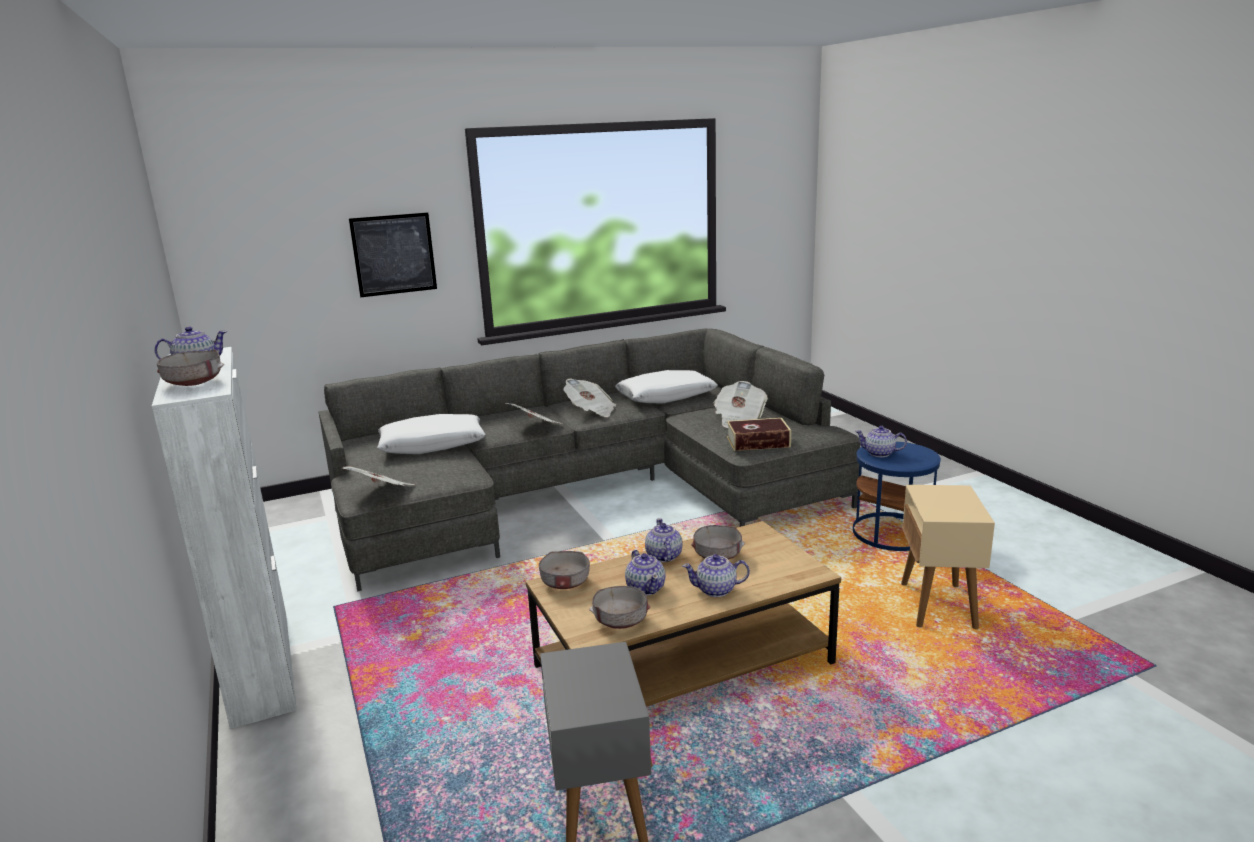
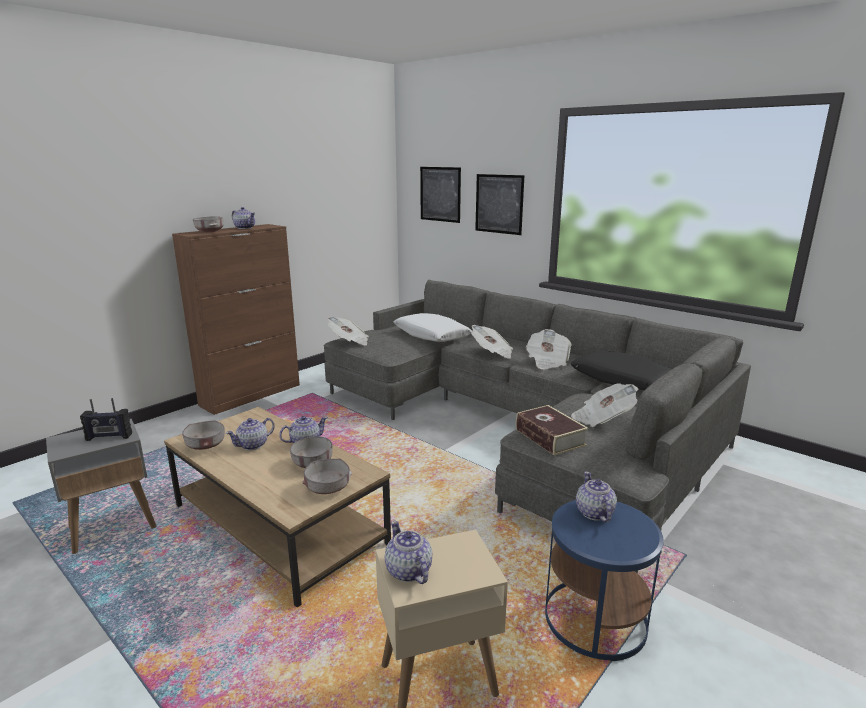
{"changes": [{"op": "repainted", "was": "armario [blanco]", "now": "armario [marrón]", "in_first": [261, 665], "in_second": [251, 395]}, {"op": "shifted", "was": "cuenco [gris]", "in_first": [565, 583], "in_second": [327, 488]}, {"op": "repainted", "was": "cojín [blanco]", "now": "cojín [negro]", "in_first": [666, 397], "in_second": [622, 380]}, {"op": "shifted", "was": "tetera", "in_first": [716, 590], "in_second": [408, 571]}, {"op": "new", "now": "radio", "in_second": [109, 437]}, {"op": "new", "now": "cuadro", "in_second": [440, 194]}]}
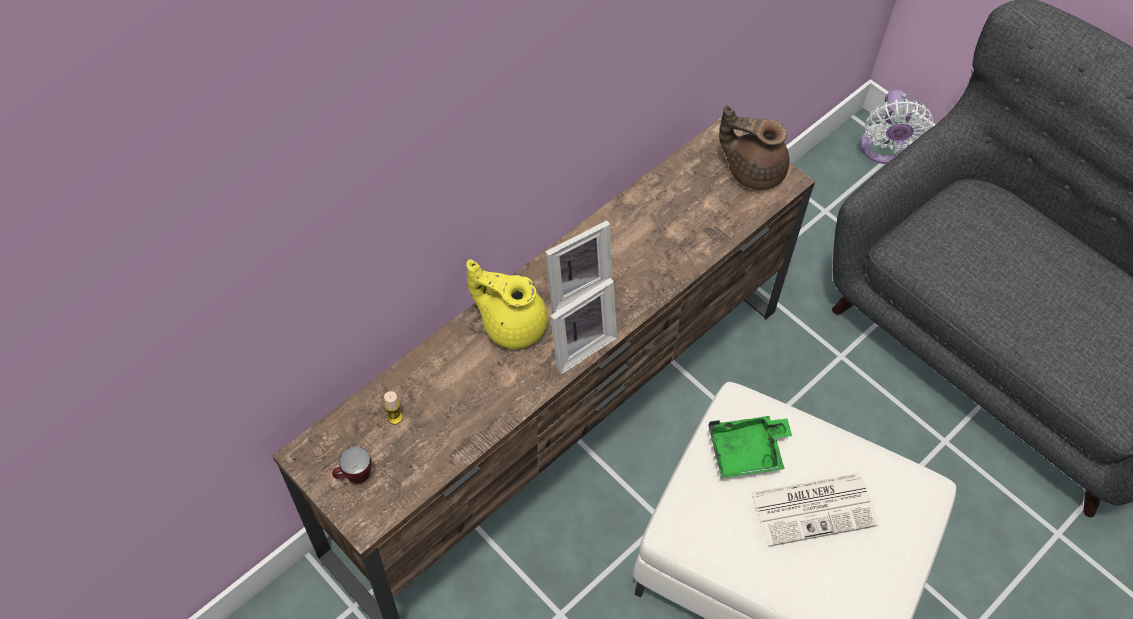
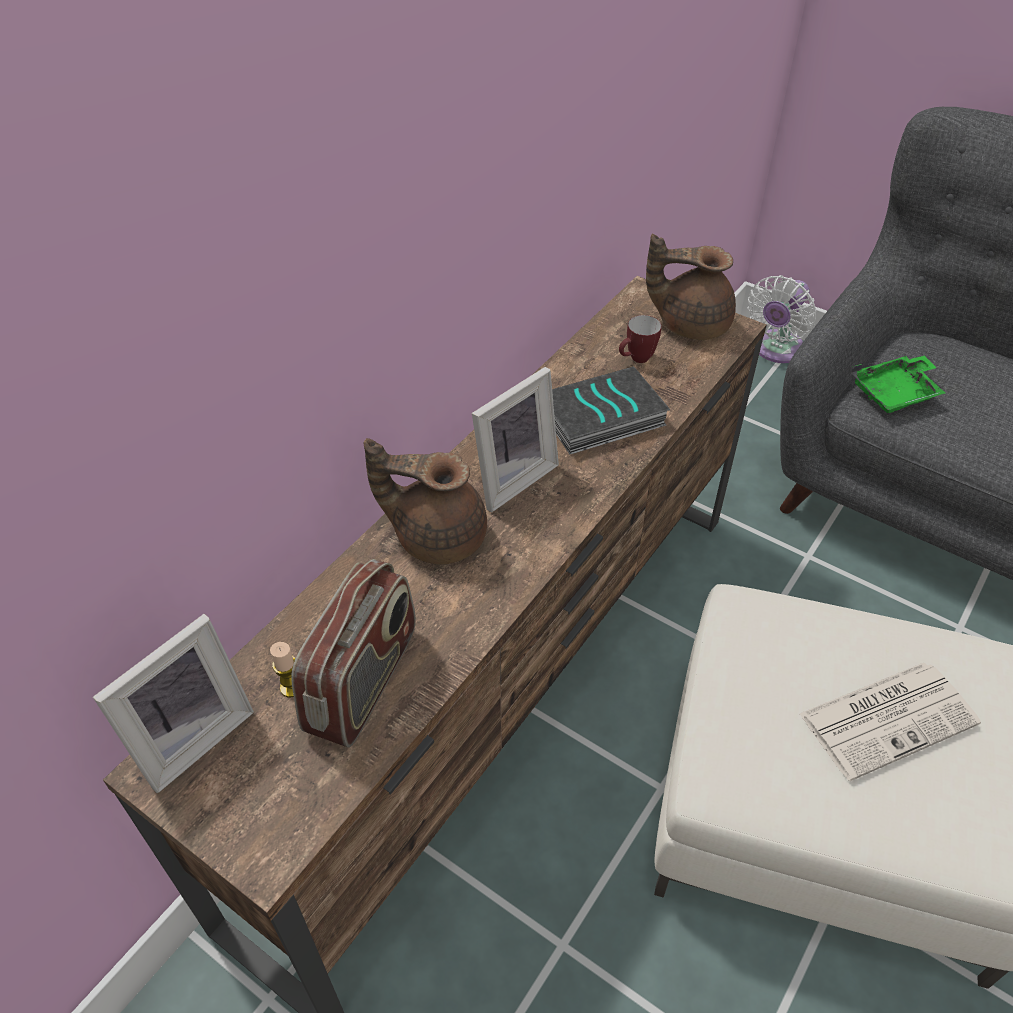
{"changes": [{"op": "shifted", "was": "taza grande", "in_first": [355, 478], "in_second": [636, 360]}, {"op": "repainted", "was": "tetera [amarillo]", "now": "tetera [marrón]", "in_first": [511, 324], "in_second": [436, 535]}, {"op": "shifted", "was": "portarretratos", "in_first": [579, 345], "in_second": [191, 736]}, {"op": "shifted", "was": "bandeja [verde]", "in_first": [747, 452], "in_second": [895, 393]}, {"op": "rotated", "was": "ventilador [blanco]", "in_first": [883, 150], "in_second": [775, 350], "clockwise": 45}, {"op": "new", "now": "radio", "in_second": [364, 681]}, {"op": "new", "now": "libro", "in_second": [601, 419]}]}
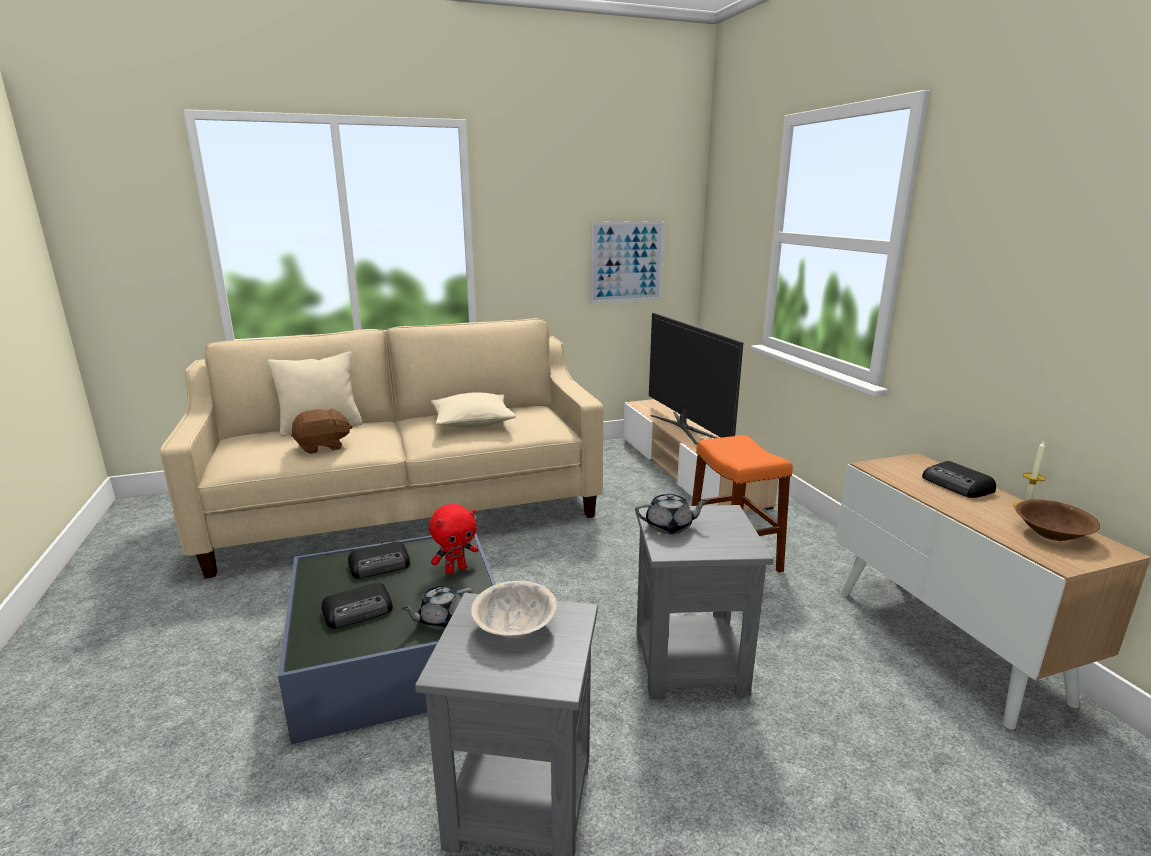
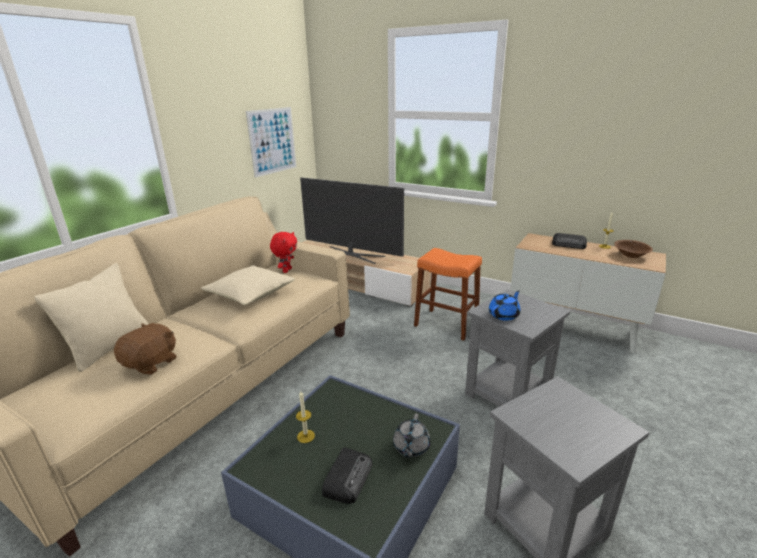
{"changes": [{"op": "swapped", "was": "radio", "now": "vela", "in_first": [381, 565], "in_second": [306, 436]}, {"op": "shifted", "was": "peluche [rojo]", "in_first": [456, 569], "in_second": [286, 270]}, {"op": "gone", "was": "cuenco [beis]", "in_first": [515, 627]}, {"op": "repainted", "was": "tetera [gris]", "now": "tetera [azul]", "in_first": [669, 527], "in_second": [504, 315]}]}
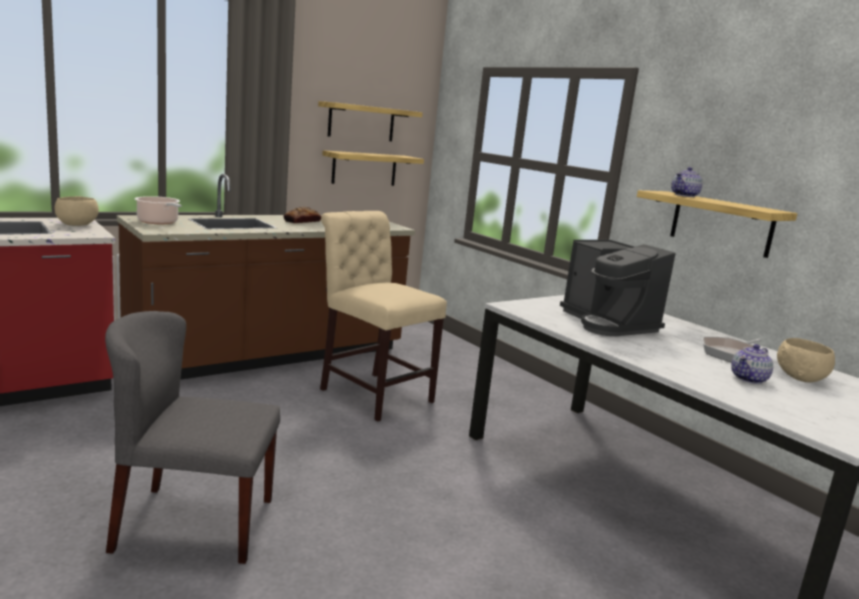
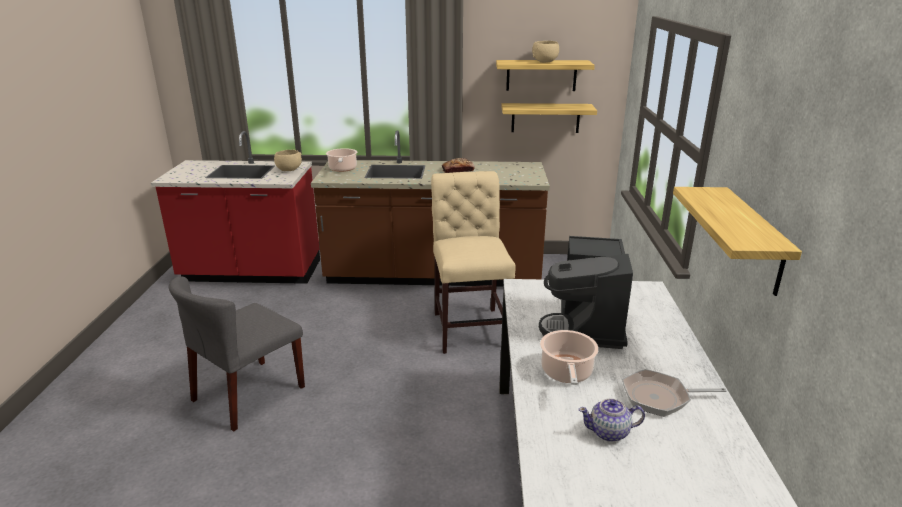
{"changes": [{"op": "rotated", "was": "silla [gris]", "in_first": [194, 524], "in_second": [248, 394], "clockwise": -90}, {"op": "gone", "was": "tetera", "in_first": [685, 195]}, {"op": "shifted", "was": "cuenco [beis]", "in_first": [801, 378], "in_second": [545, 62]}, {"op": "new", "now": "olla", "in_second": [566, 373]}]}
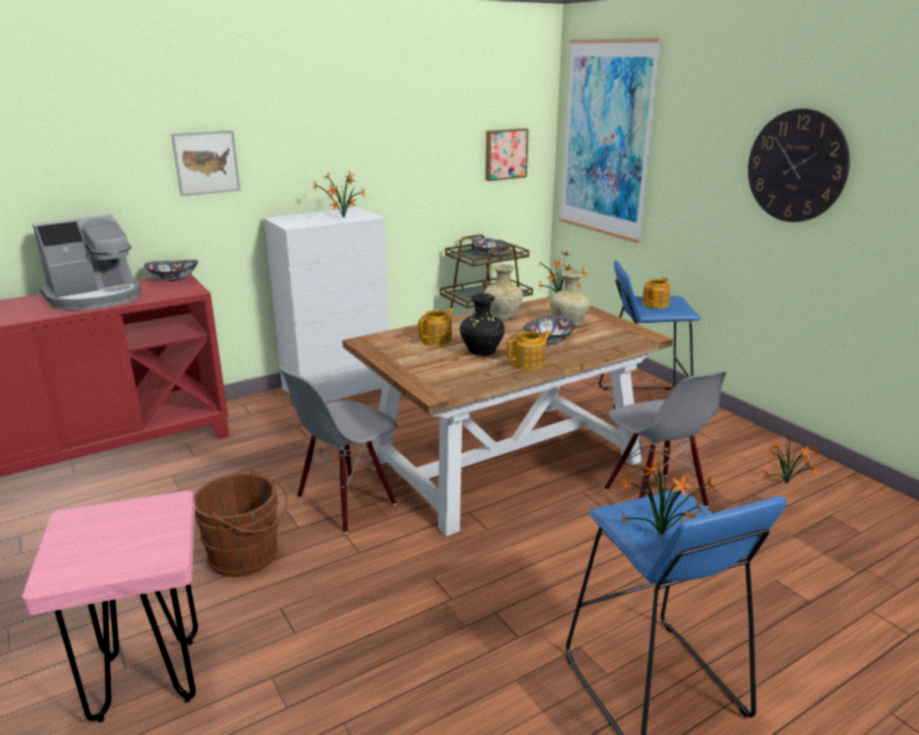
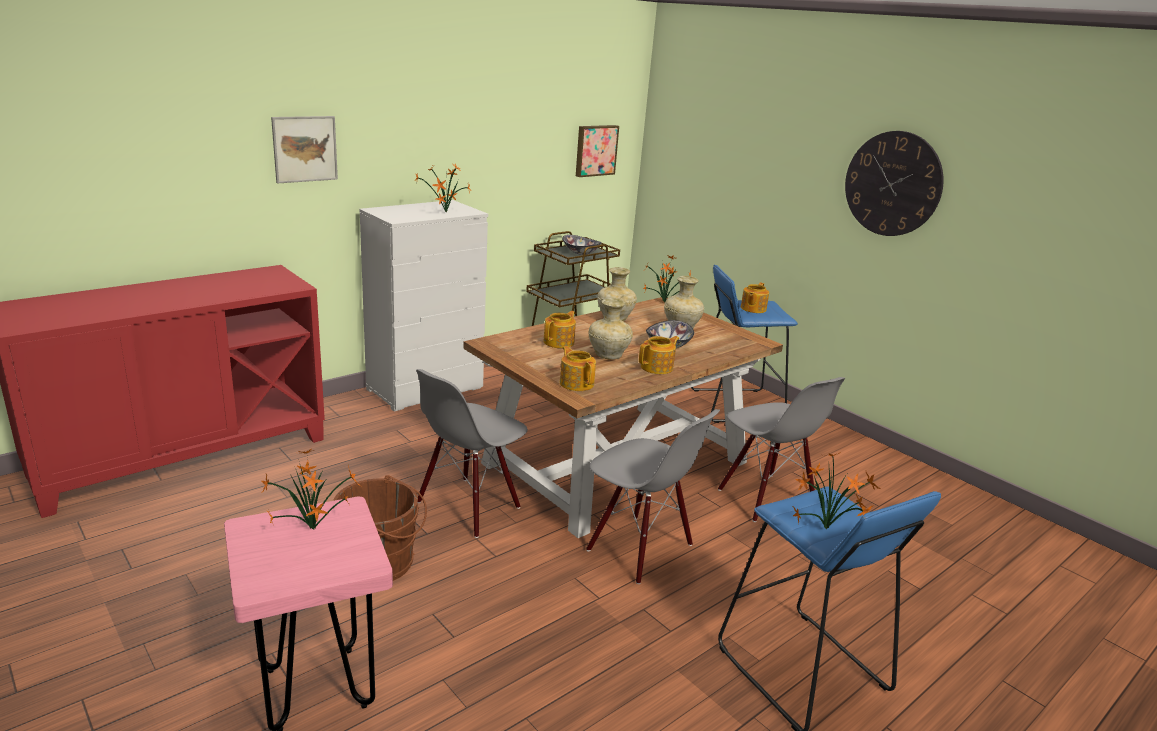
{"changes": [{"op": "gone", "was": "cafetera", "in_first": [95, 297]}, {"op": "gone", "was": "cuenco", "in_first": [174, 279]}, {"op": "repainted", "was": "florero [negro]", "now": "florero [beis]", "in_first": [482, 352], "in_second": [608, 356]}, {"op": "gone", "was": "cuadro", "in_first": [606, 139]}, {"op": "shifted", "was": "planta en maceta", "in_first": [787, 484], "in_second": [316, 530]}, {"op": "new", "now": "tetera", "in_second": [576, 383]}, {"op": "new", "now": "silla [gris]", "in_second": [639, 548]}]}
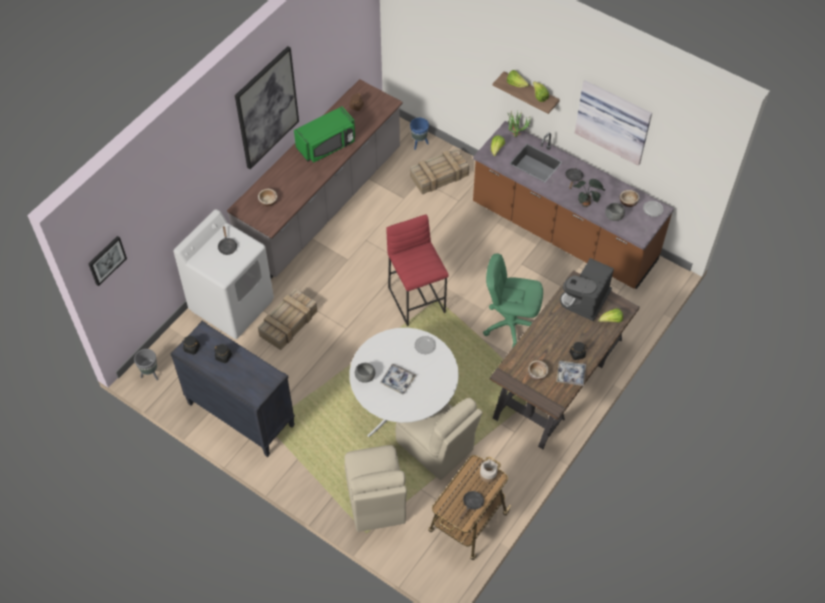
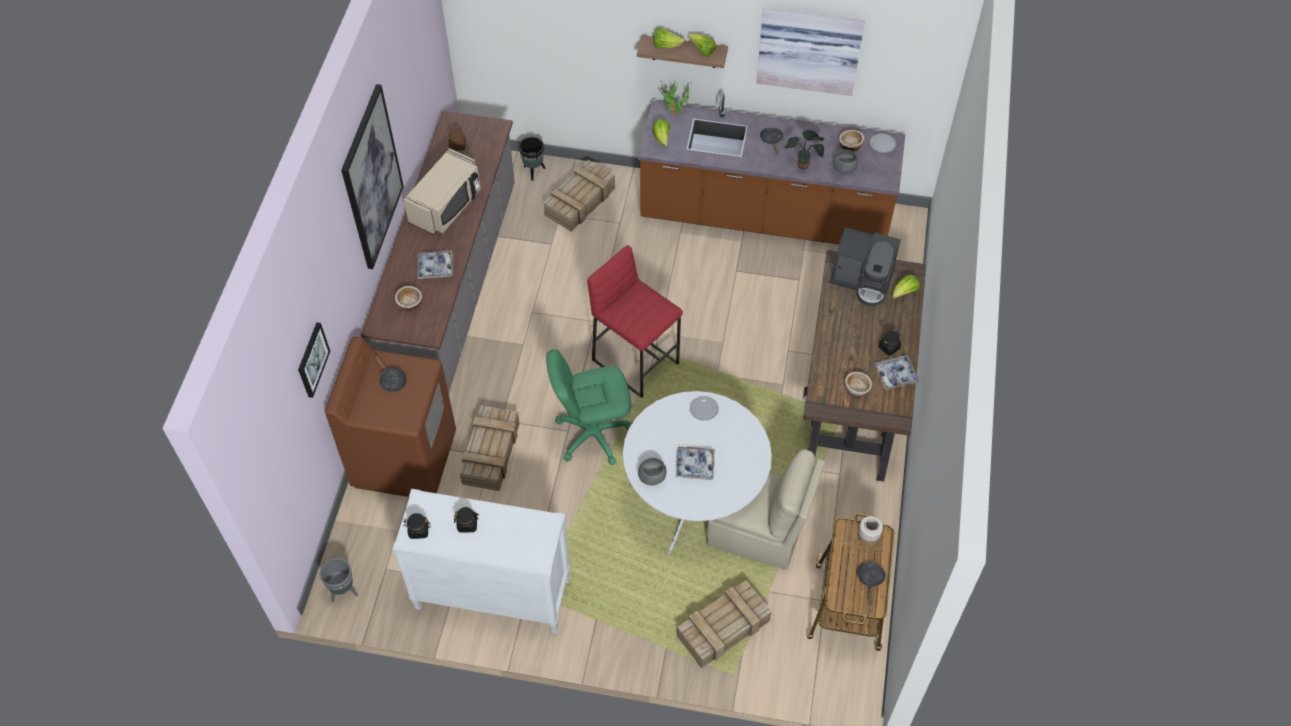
{"changes": [{"op": "shifted", "was": "cuadro", "in_first": [106, 260], "in_second": [312, 359]}, {"op": "repainted", "was": "cómoda [negro]", "now": "cómoda [blanco]", "in_first": [240, 415], "in_second": [492, 595]}, {"op": "repainted", "was": "lavadora [blanco]", "now": "lavadora [marrón]", "in_first": [232, 305], "in_second": [405, 458]}, {"op": "repainted", "was": "microondas [verde]", "now": "microondas [beis]", "in_first": [327, 145], "in_second": [447, 206]}, {"op": "swapped", "was": "silla [beis]", "now": "caja de embalaje", "in_first": [375, 501], "in_second": [722, 630]}, {"op": "repainted", "was": "maceta [azul]", "now": "maceta [negro]", "in_first": [419, 143], "in_second": [533, 171]}, {"op": "shifted", "was": "silla de oficina [verde]", "in_first": [510, 324], "in_second": [593, 434]}, {"op": "rotated", "was": "cafetera", "in_first": [586, 301], "in_second": [862, 280], "clockwise": -75}, {"op": "new", "now": "bandeja", "in_second": [435, 267]}]}
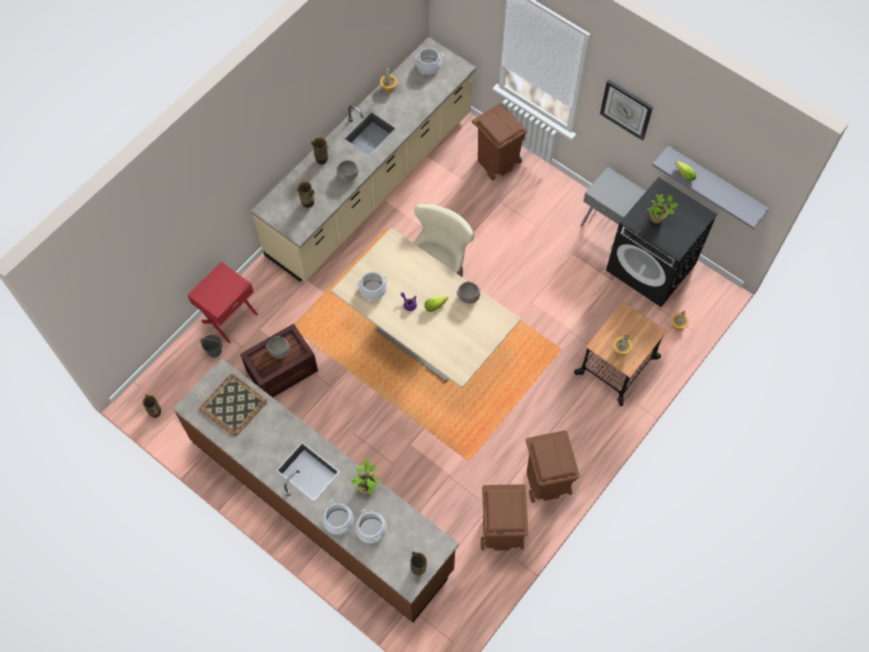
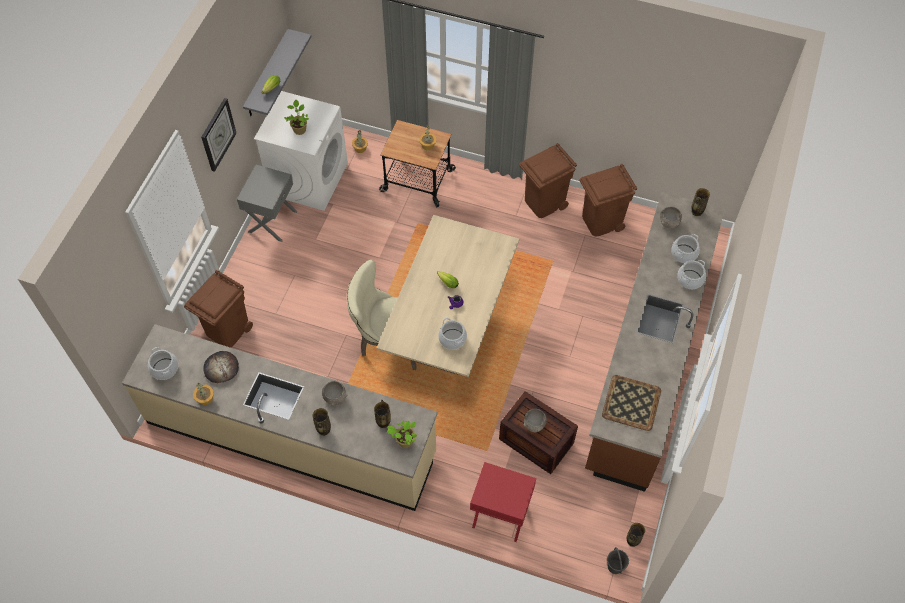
{"changes": [{"op": "shifted", "was": "cubo [gris]", "in_first": [214, 351], "in_second": [615, 566]}, {"op": "shifted", "was": "planta en maceta", "in_first": [367, 486], "in_second": [404, 441]}, {"op": "shifted", "was": "cuenco [gris]", "in_first": [468, 297], "in_second": [669, 222]}, {"op": "repainted", "was": "lavadora [negro]", "now": "lavadora [blanco]", "in_first": [651, 267], "in_second": [309, 178]}, {"op": "new", "now": "pan", "in_second": [221, 368]}]}
